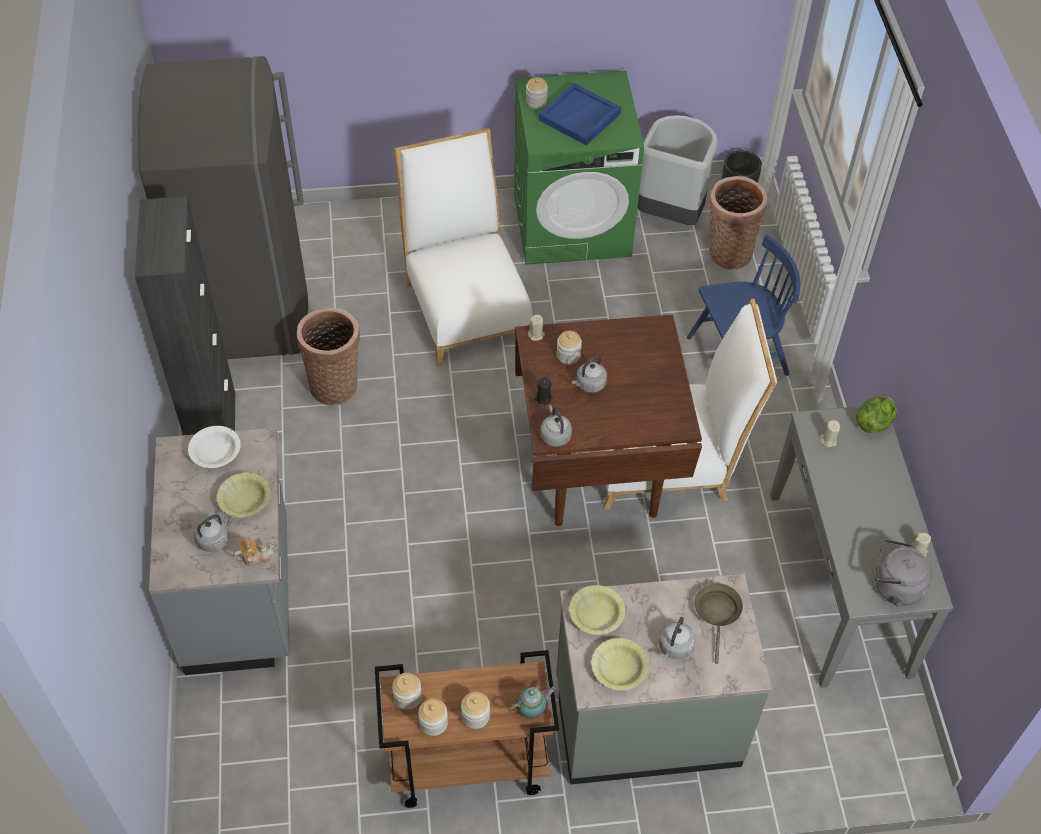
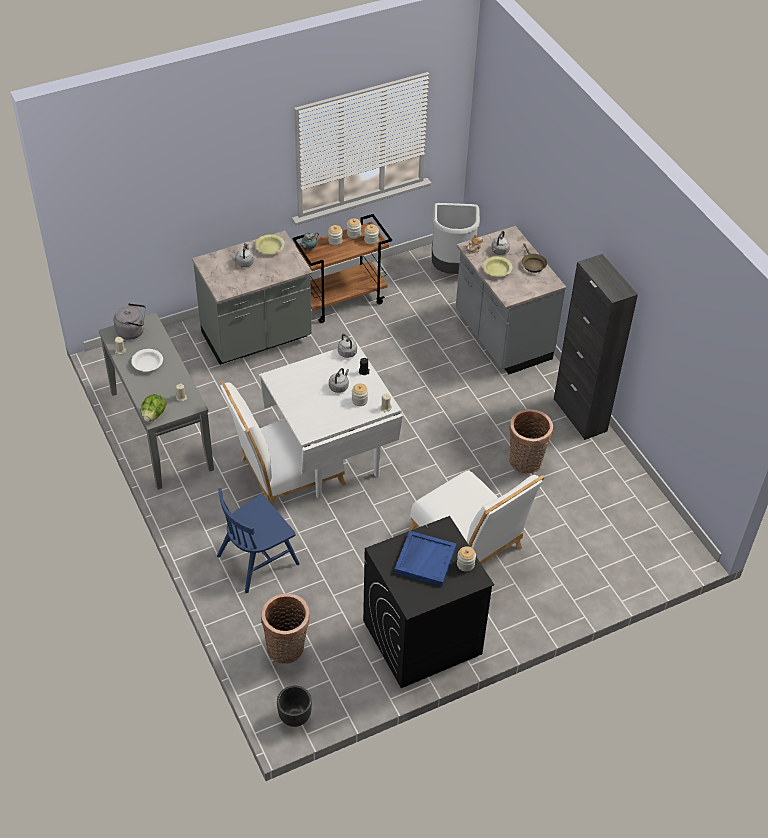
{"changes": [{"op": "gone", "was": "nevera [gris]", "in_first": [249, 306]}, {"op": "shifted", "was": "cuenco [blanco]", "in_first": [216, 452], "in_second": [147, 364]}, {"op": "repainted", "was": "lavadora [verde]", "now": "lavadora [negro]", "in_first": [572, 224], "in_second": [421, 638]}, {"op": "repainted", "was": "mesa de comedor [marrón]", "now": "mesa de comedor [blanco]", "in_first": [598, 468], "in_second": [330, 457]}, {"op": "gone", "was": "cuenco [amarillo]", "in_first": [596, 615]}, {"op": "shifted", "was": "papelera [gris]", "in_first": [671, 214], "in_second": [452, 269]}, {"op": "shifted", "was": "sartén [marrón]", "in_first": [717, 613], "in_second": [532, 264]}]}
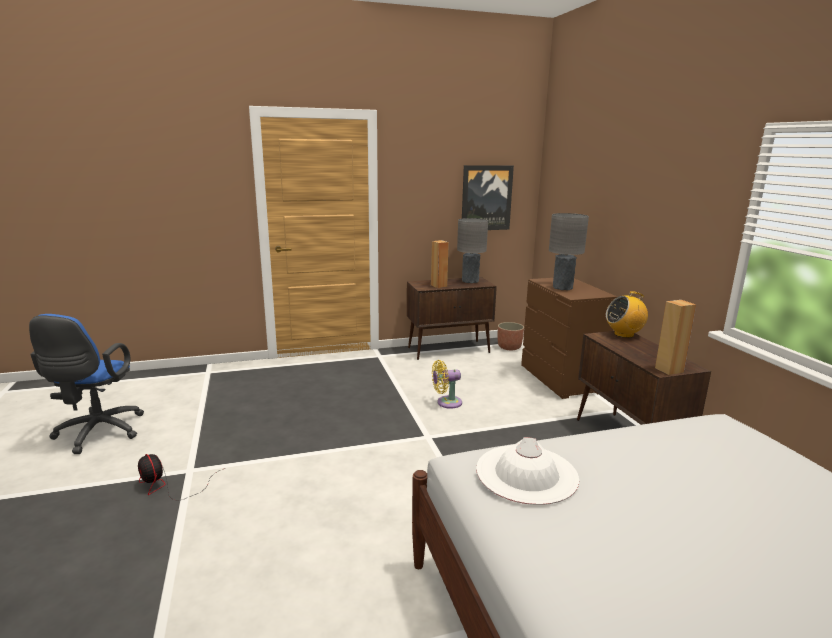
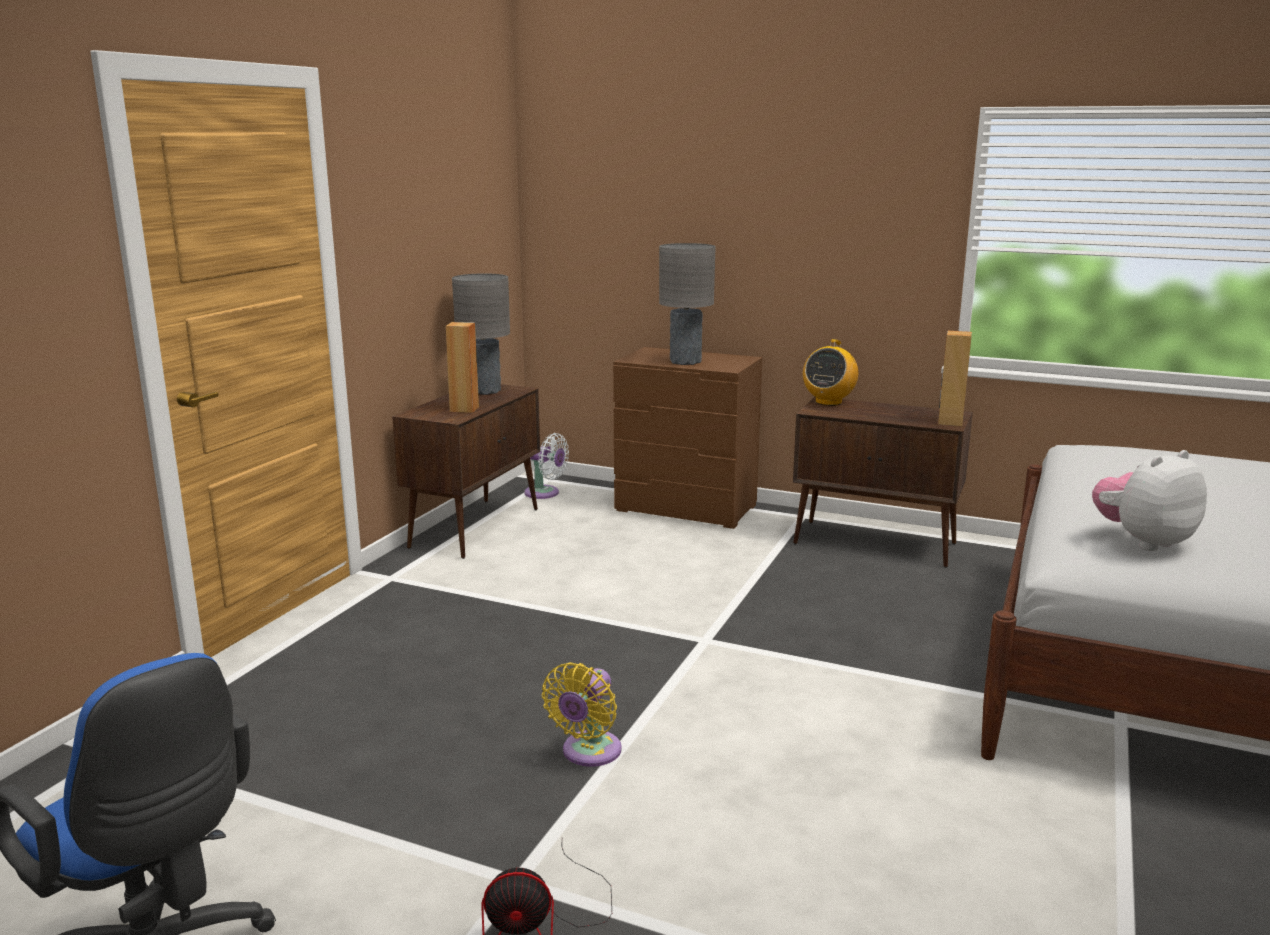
{"changes": [{"op": "shifted", "was": "ventilador [amarillo]", "in_first": [446, 403], "in_second": [588, 753]}, {"op": "gone", "was": "cuadro", "in_first": [486, 198]}, {"op": "swapped", "was": "sombrero [blanco]", "now": "peluche", "in_first": [526, 474], "in_second": [1143, 541]}, {"op": "swapped", "was": "maceta", "now": "ventilador [blanco]", "in_first": [509, 347], "in_second": [545, 493]}]}
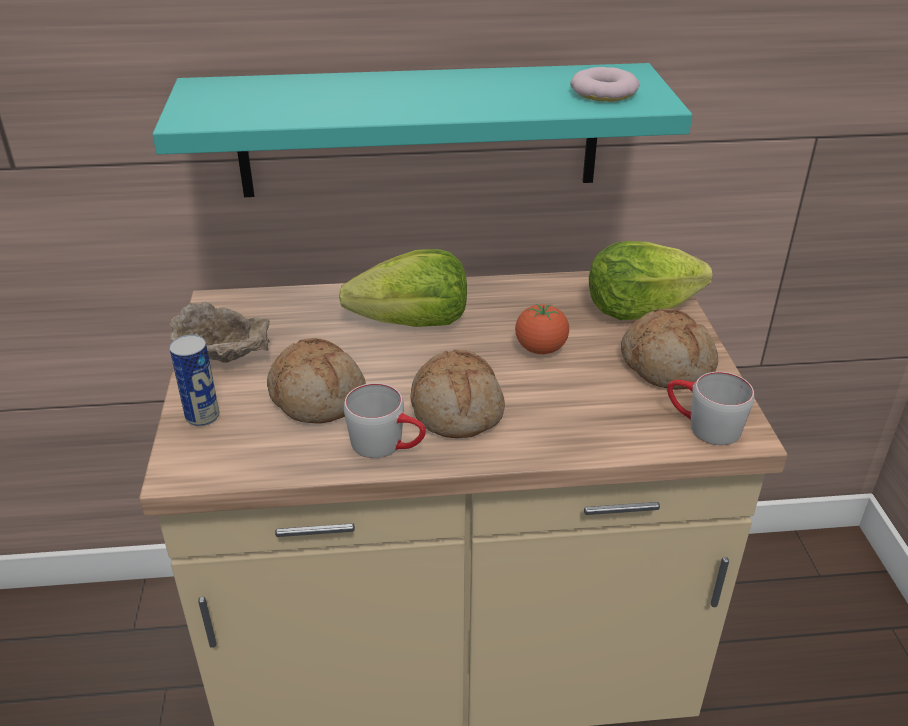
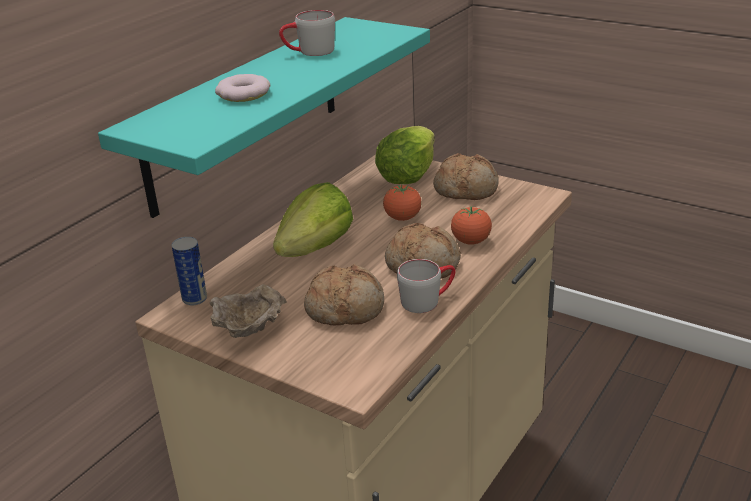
{"changes": [{"op": "shifted", "was": "lata", "in_first": [202, 416], "in_second": [194, 299]}, {"op": "shifted", "was": "rosquilla", "in_first": [603, 92], "in_second": [243, 94]}, {"op": "shifted", "was": "taza grande [gris]", "in_first": [702, 426], "in_second": [309, 52]}, {"op": "new", "now": "tomate", "in_second": [471, 241]}]}
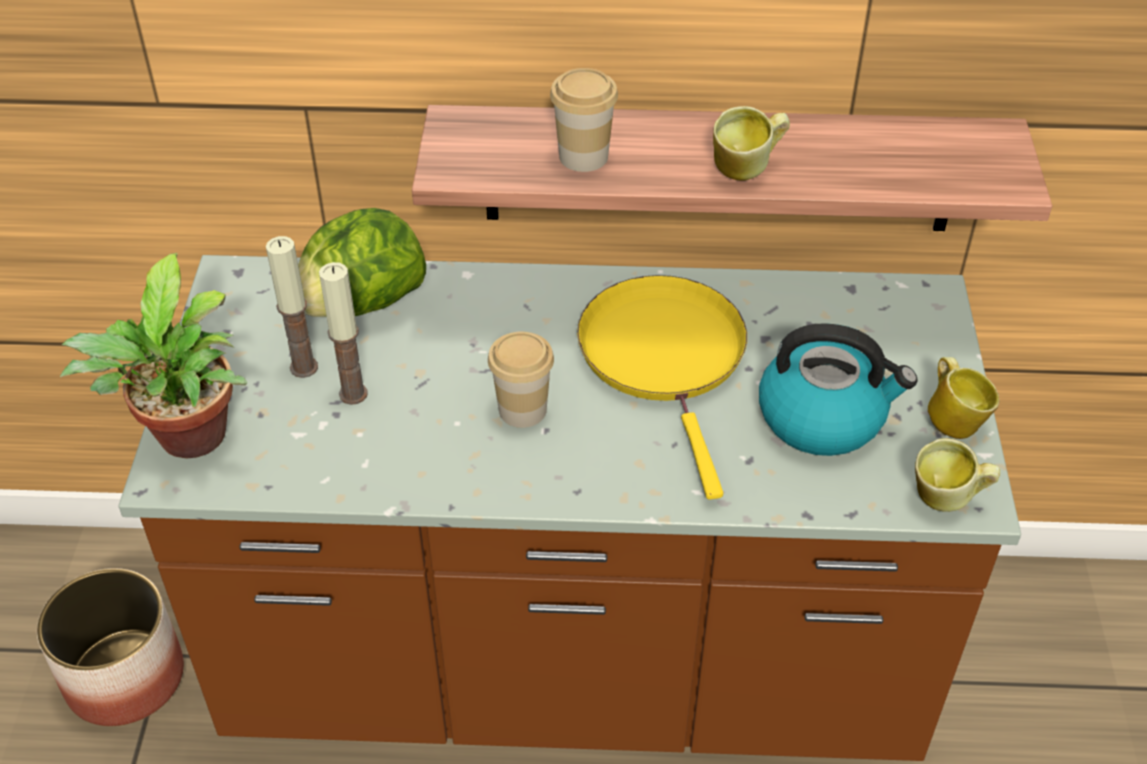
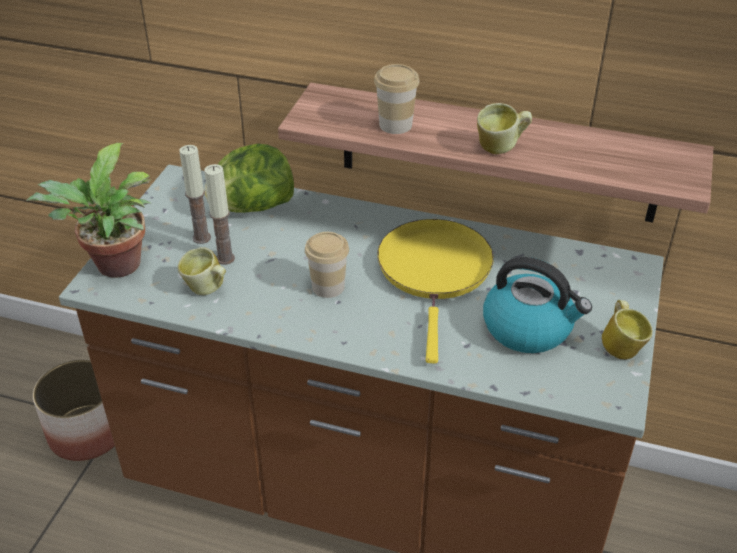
{"changes": [{"op": "shifted", "was": "taza grande", "in_first": [947, 500], "in_second": [207, 290]}]}
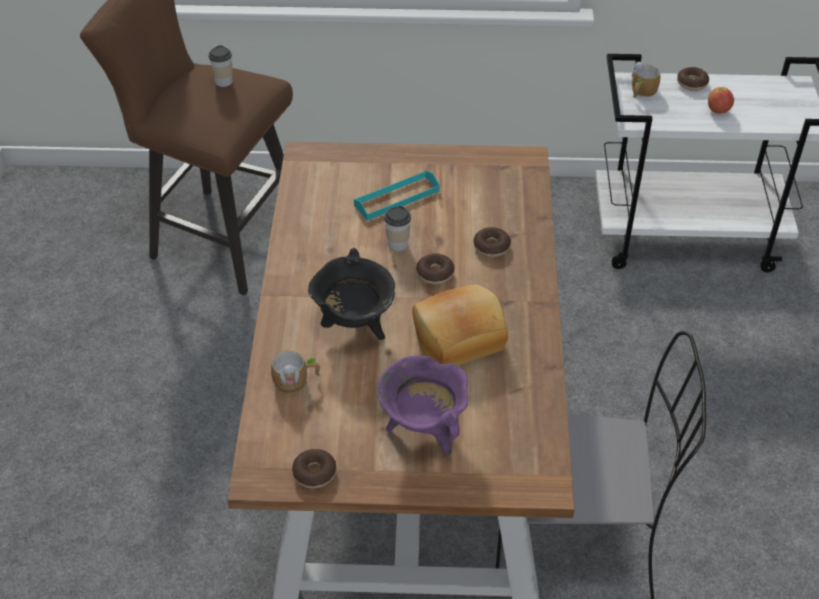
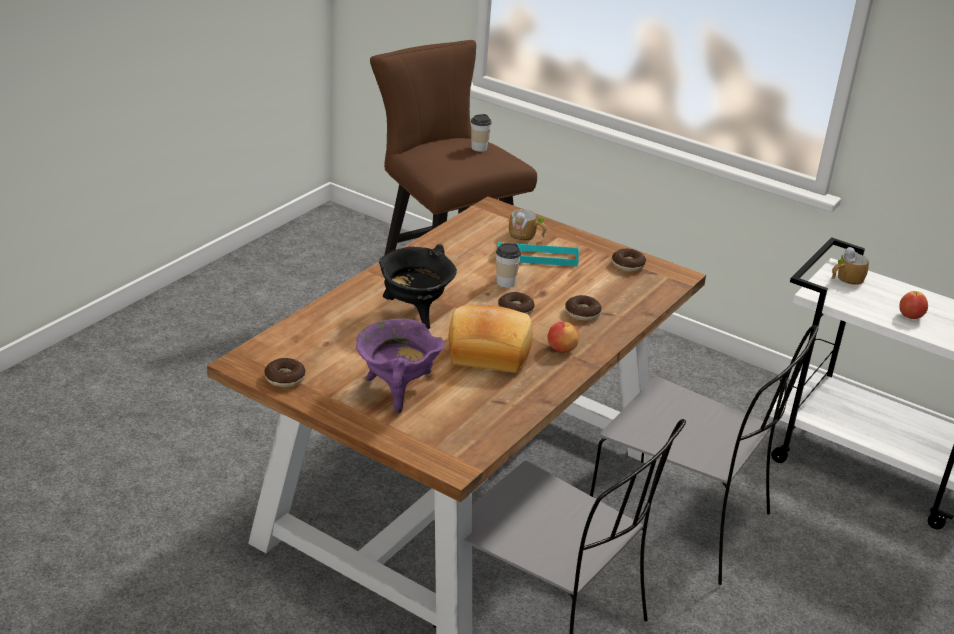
{"changes": [{"op": "shifted", "was": "taza grande", "in_first": [296, 381], "in_second": [526, 236]}, {"op": "shifted", "was": "rosquilla", "in_first": [692, 83], "in_second": [628, 265]}, {"op": "new", "now": "manzana", "in_second": [561, 349]}, {"op": "new", "now": "silla [gris]", "in_second": [683, 522]}]}
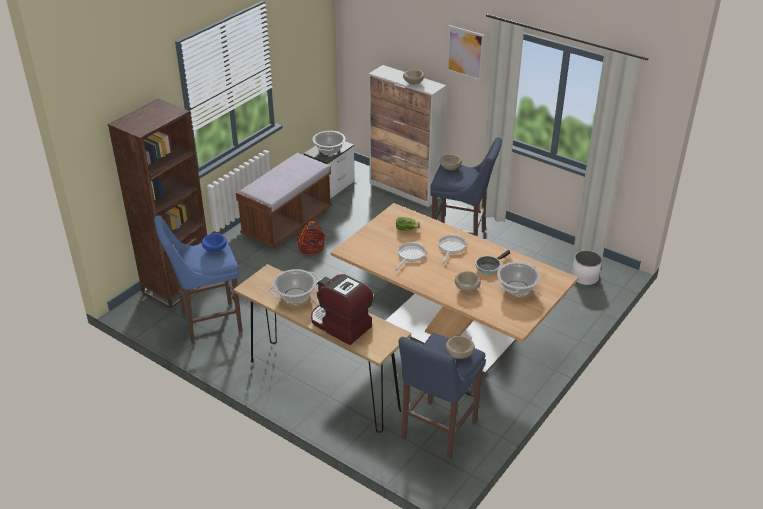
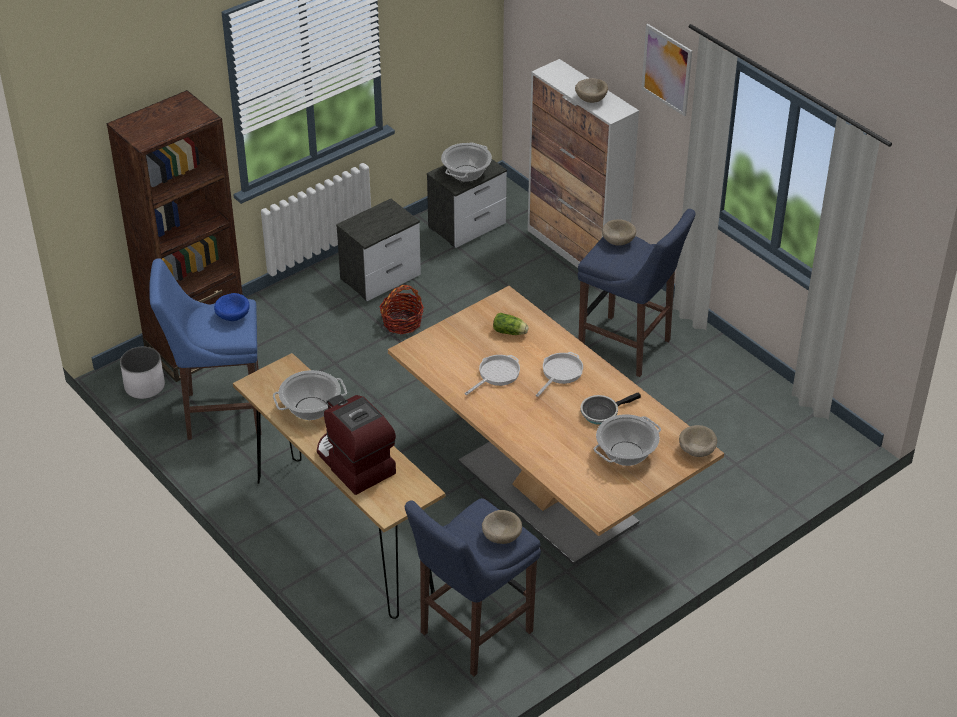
{"changes": [{"op": "swapped", "was": "banco [marrón]", "now": "mesita de noche", "in_first": [287, 223], "in_second": [381, 277]}, {"op": "shifted", "was": "cuenco [beis]", "in_first": [466, 288], "in_second": [696, 451]}, {"op": "shifted", "was": "maceta [blanco]", "in_first": [585, 277], "in_second": [145, 386]}]}
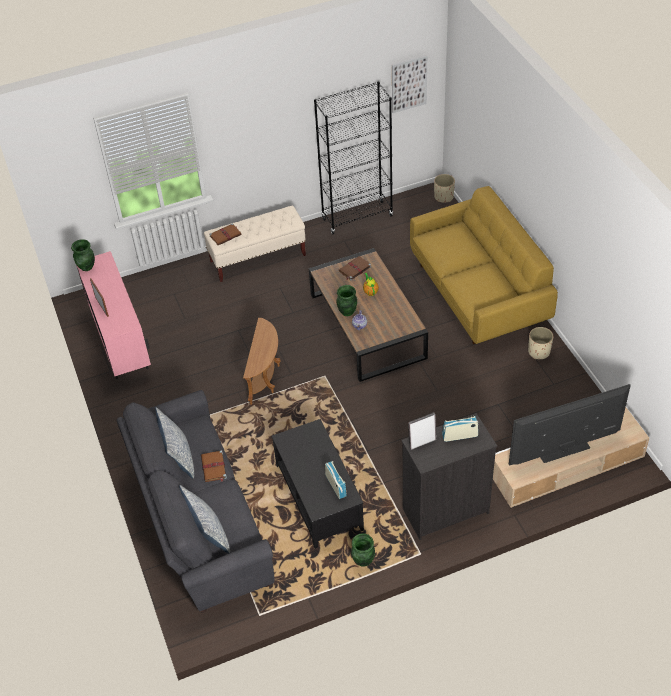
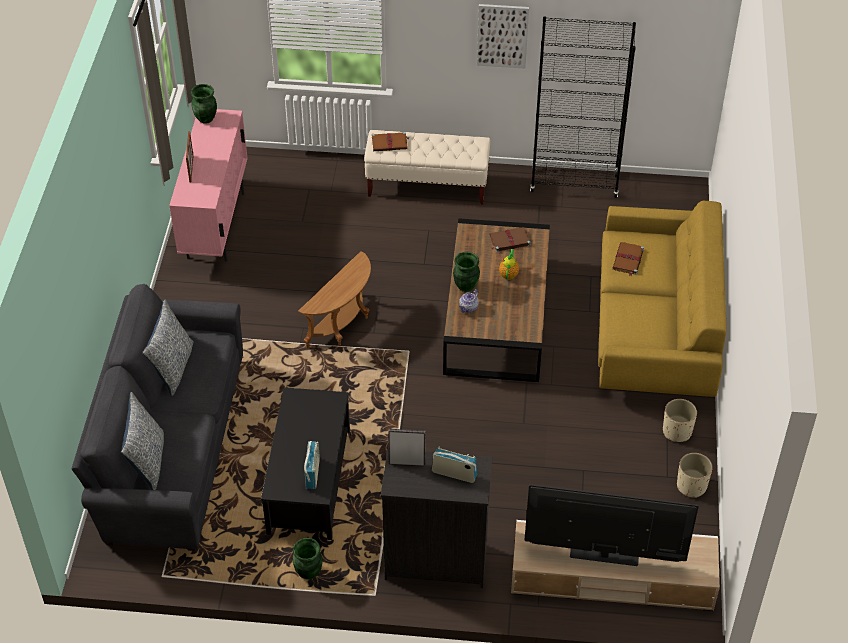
{"changes": [{"op": "shifted", "was": "libro [marrón]", "in_first": [214, 467], "in_second": [628, 260]}, {"op": "shifted", "was": "cuadro", "in_first": [409, 84], "in_second": [502, 35]}, {"op": "shifted", "was": "maceta [beis]", "in_first": [444, 197], "in_second": [691, 486]}]}
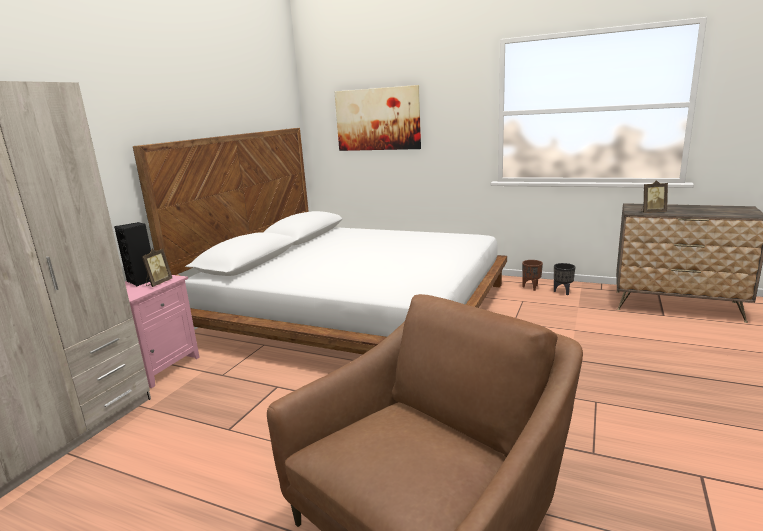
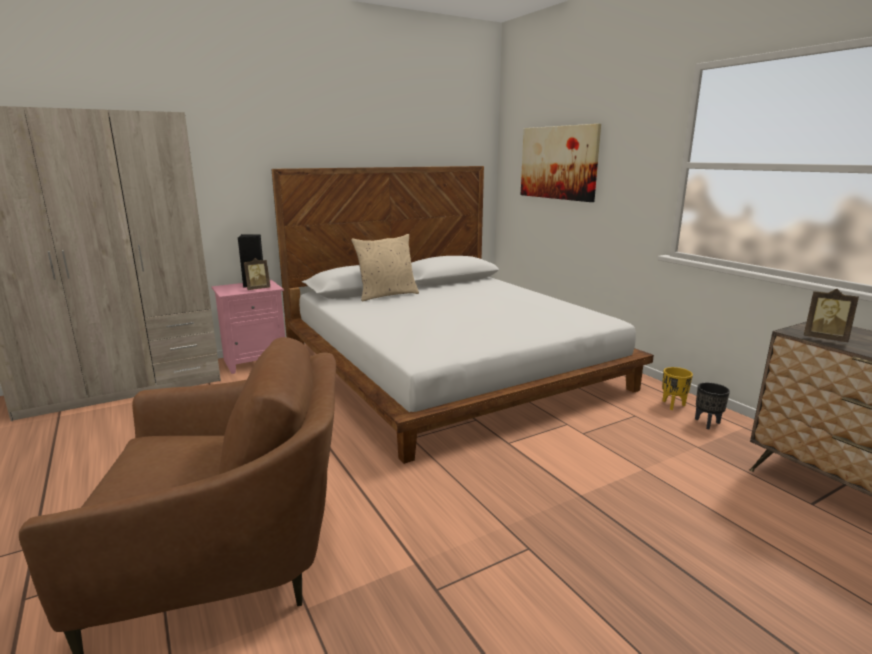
{"changes": [{"op": "repainted", "was": "maceta [marrón]", "now": "maceta [amarillo]", "in_first": [531, 287], "in_second": [672, 405]}, {"op": "new", "now": "cojín [beis]", "in_second": [386, 295]}]}
